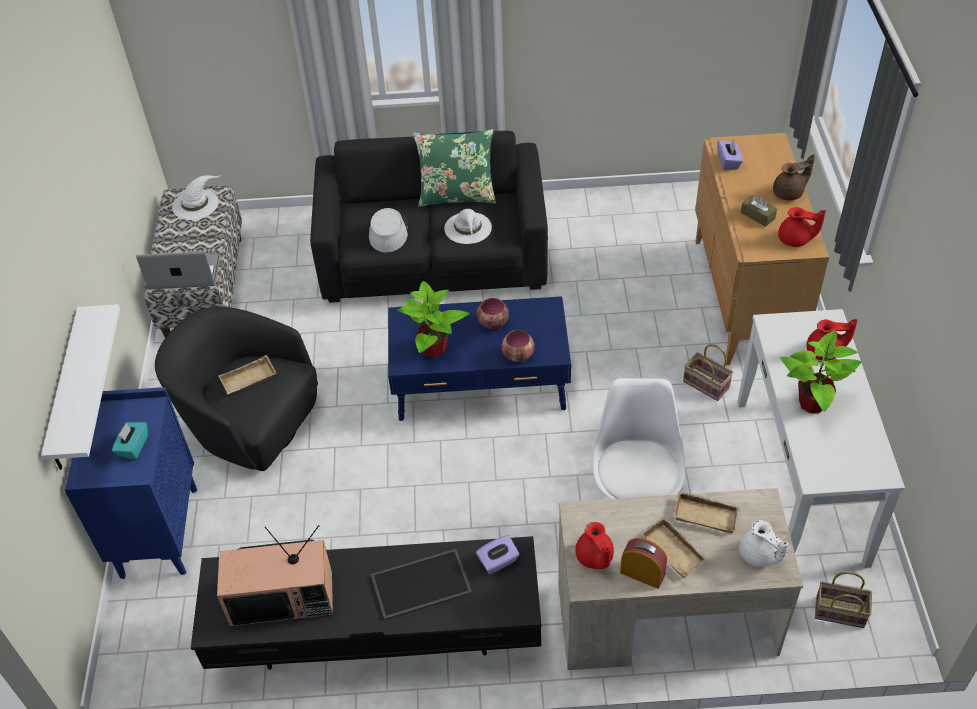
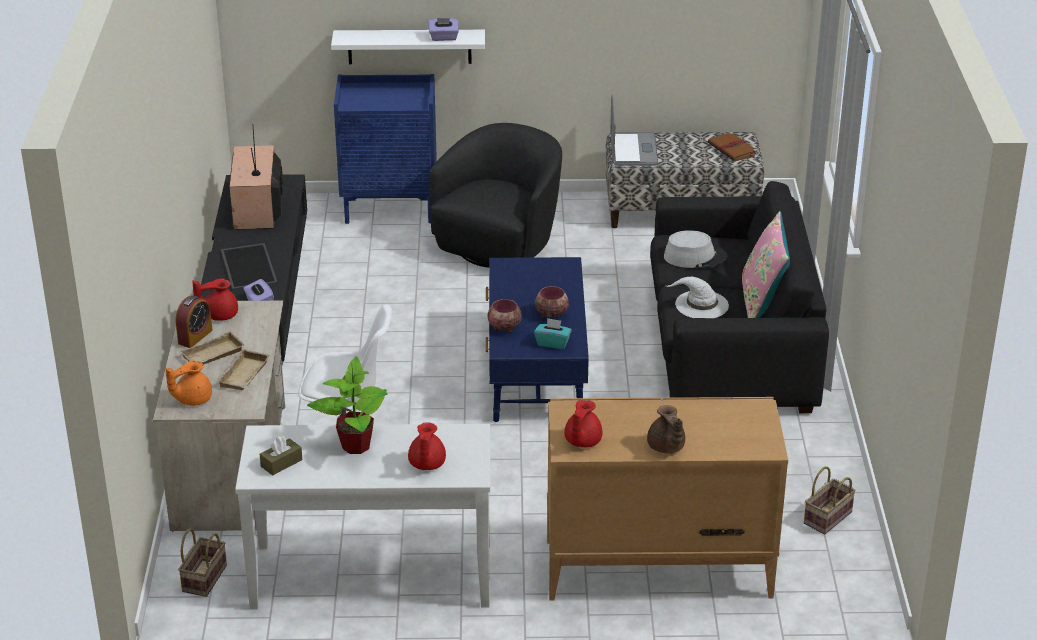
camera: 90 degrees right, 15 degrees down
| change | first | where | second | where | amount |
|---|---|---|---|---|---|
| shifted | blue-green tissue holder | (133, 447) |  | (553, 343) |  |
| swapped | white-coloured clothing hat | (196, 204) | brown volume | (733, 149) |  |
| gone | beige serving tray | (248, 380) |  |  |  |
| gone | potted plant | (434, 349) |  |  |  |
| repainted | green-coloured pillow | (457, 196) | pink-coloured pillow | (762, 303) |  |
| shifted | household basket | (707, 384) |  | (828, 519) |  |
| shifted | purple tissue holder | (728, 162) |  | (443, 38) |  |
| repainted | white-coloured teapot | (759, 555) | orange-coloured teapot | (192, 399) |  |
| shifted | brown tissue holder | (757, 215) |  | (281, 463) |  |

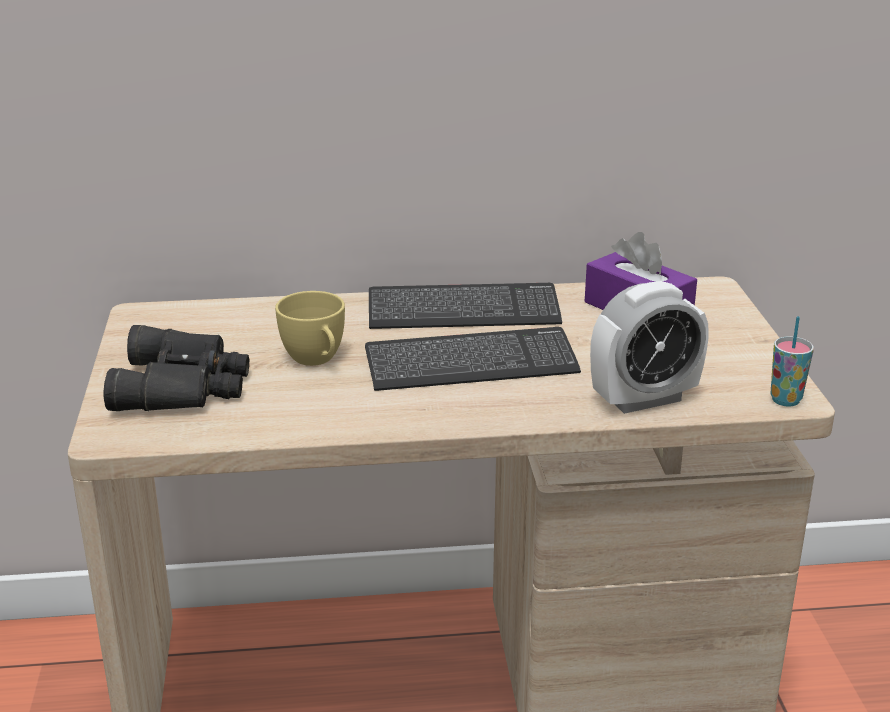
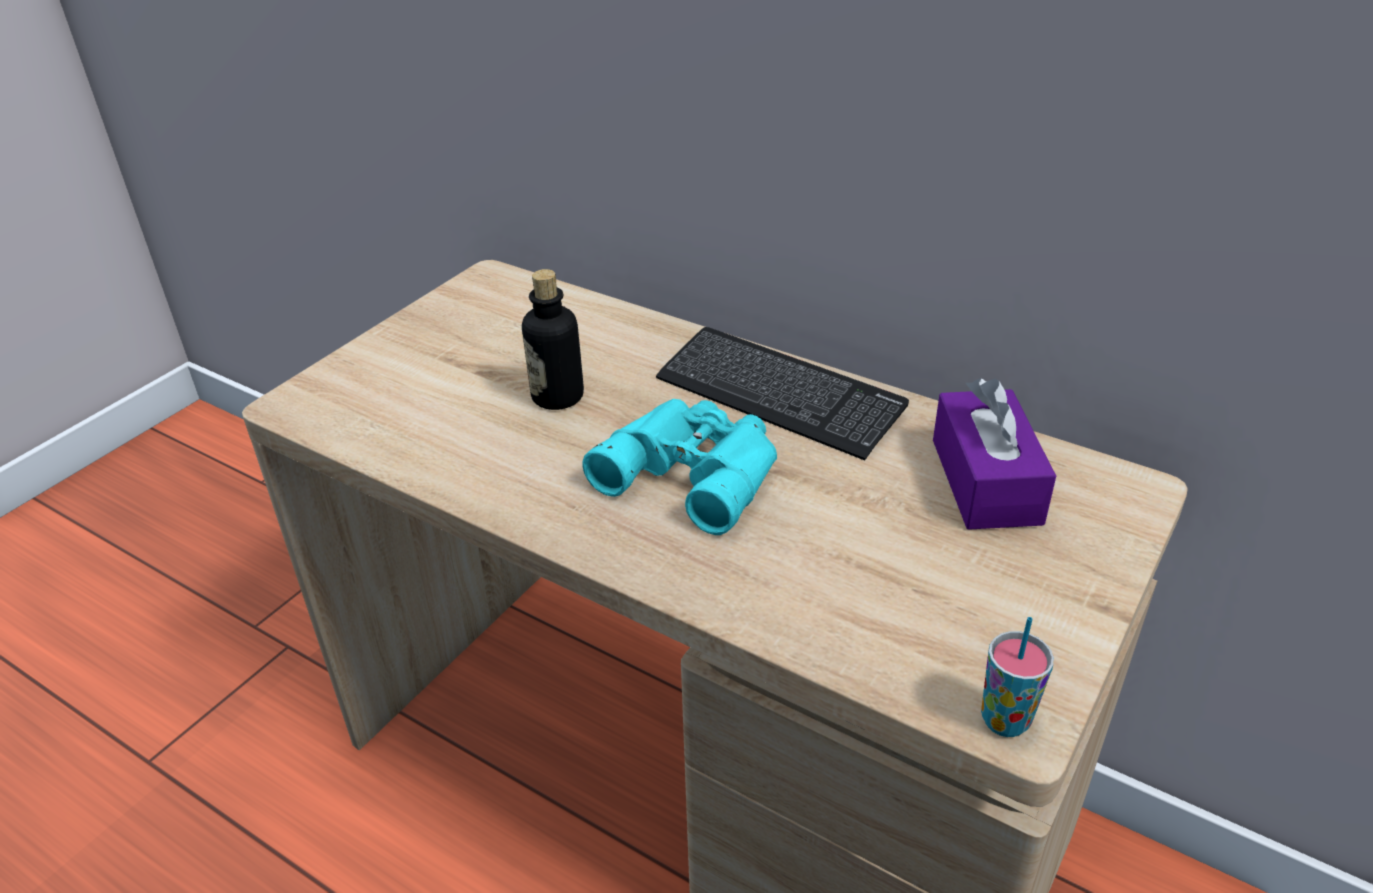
camera: 40 degrees right, 10 degrees up
| change | first | where | second | where | amount |
|---|---|---|---|---|---|
| gone | black pair of binoculars | (184, 386) |  |  |  |
| swapped | yellow cup | (316, 360) | bottle | (557, 396) |  |
| swapped | computer keyboard | (471, 364) | blue-green pair of binoculars | (694, 470) |  |
| gone | alarm clock | (644, 399) |  |  |  |

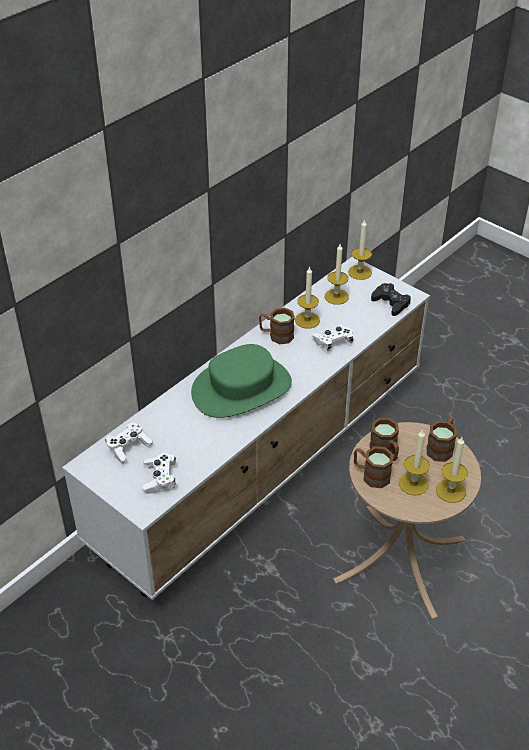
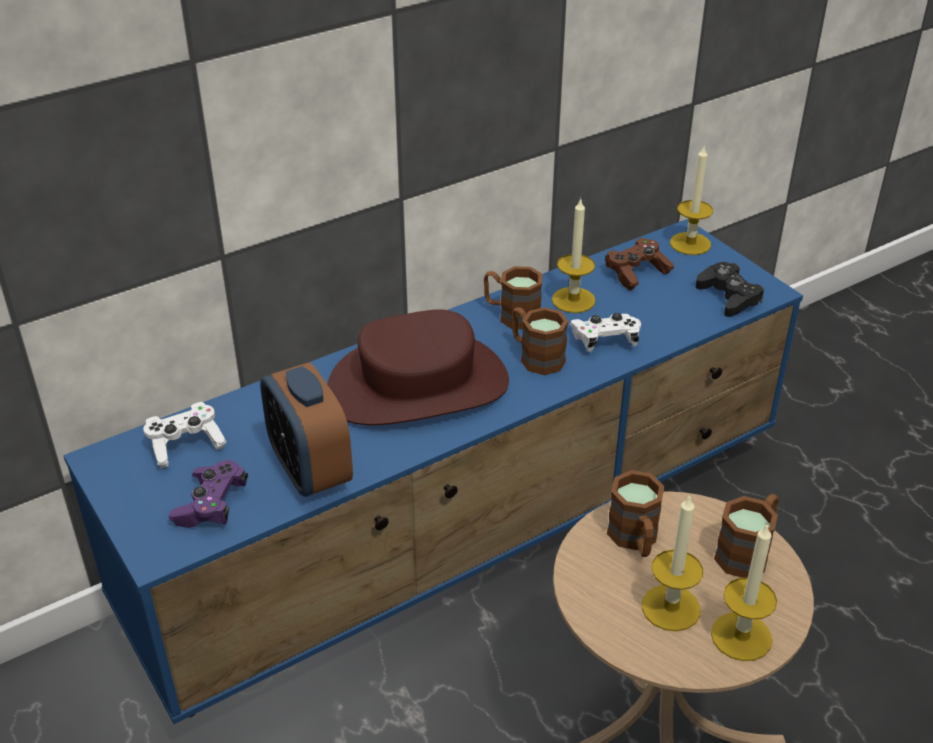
camera: 15 degrees right, 5 degrees down
| change | first | where | second | where | amount |
|---|---|---|---|---|---|
| repainted | white-coloured tv stand | (265, 464) | blue-coloured tv stand | (469, 538) |  |
| repainted | white-coloured game controller | (160, 478) | purple game controller | (211, 505) |  |
| repainted | green-coloured clothing hat | (241, 389) | brown clothing hat | (418, 386) |  |
| swapped | wax light | (336, 296) | brown game controller | (637, 273) |  |
| shifted | brown coffee mug | (371, 475) |  | (535, 356) |  |
| new |  |  | alarm clock | (310, 471) |  |

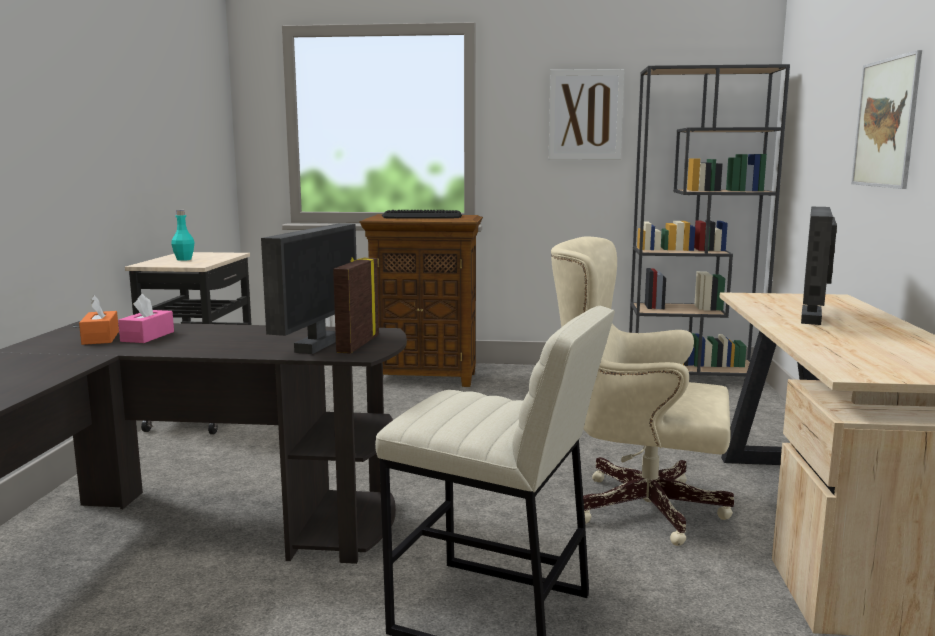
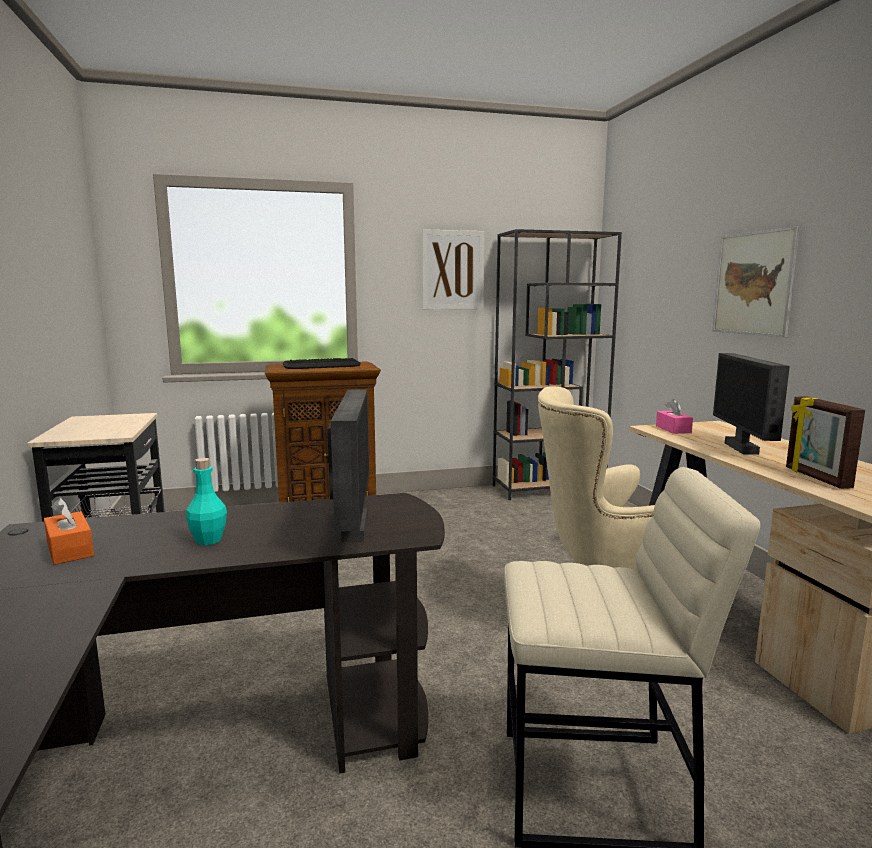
camera: 20 degrees left, 0 degrees up
| change | first | where | second | where | amount |
|---|---|---|---|---|---|
| shifted | pink-coloured tissue holder | (147, 336) |  | (673, 429) |  |
| shifted | blue-green bottle | (184, 259) |  | (208, 540) |  |
| shifted | standing frame | (357, 344) |  | (816, 478) |  |

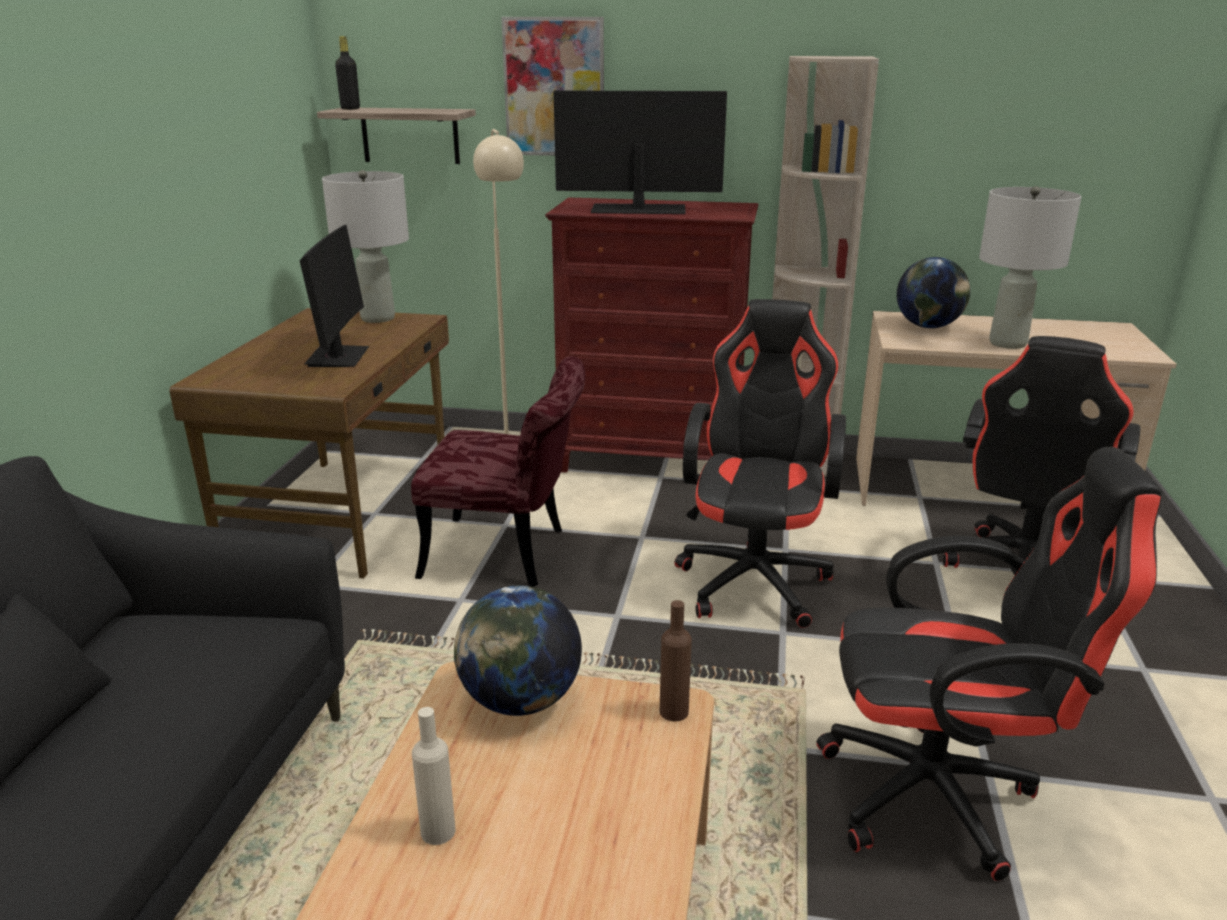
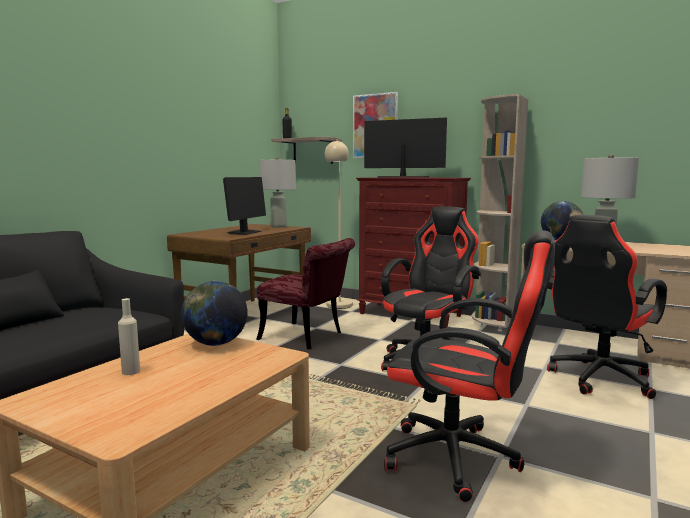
camera: 20 degrees right, 15 degrees down
| change | first | where | second | where | amount |
|---|---|---|---|---|---|
| gone | brown bottle | (674, 711) |  |  |  |

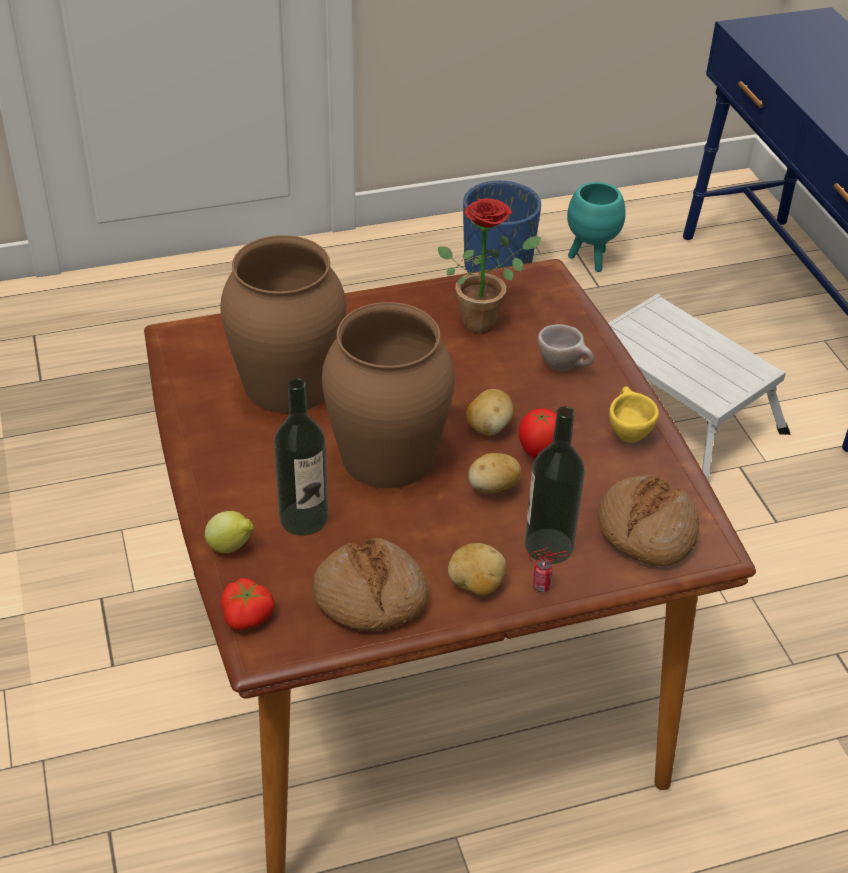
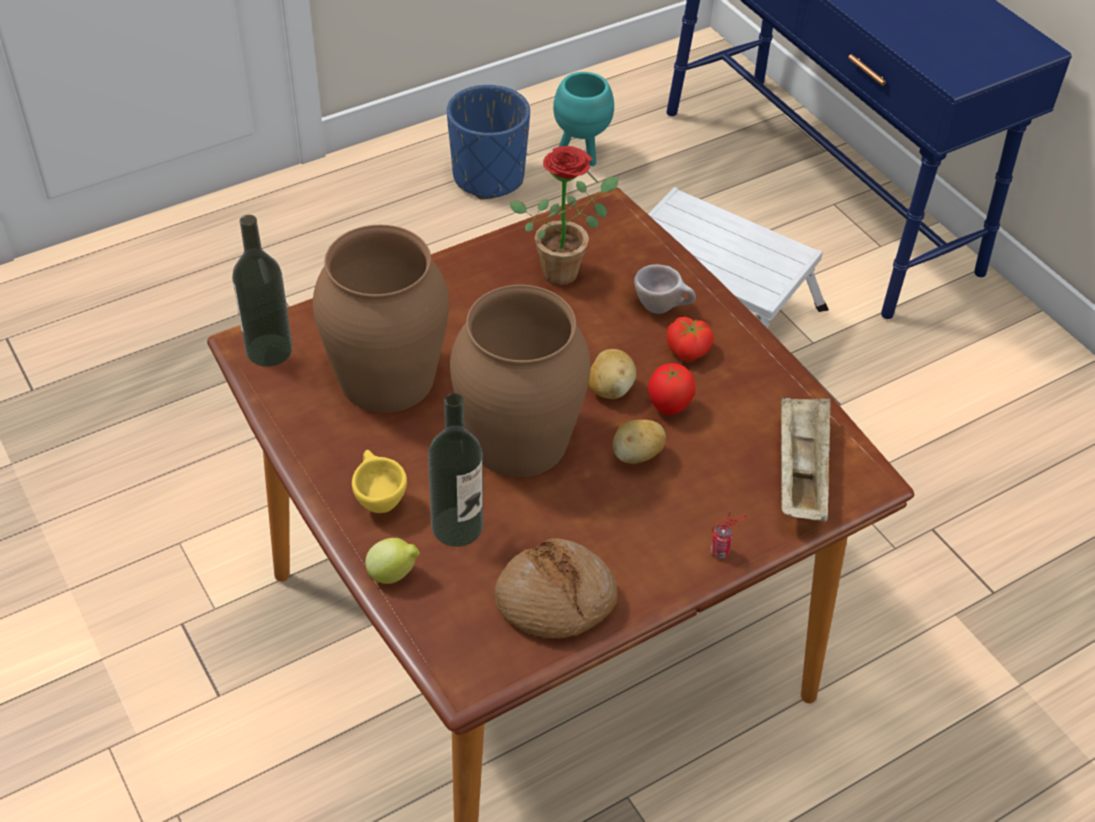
camera: 15 degrees left, 5 degrees up
| change | first | where | second | where | amount |
|---|---|---|---|---|---|
| shifted | fresh tomato | (248, 616) |  | (689, 349) |  |
| gone | whole potato | (475, 585) |  |  |  |
| shifted | bottle | (549, 546) |  | (269, 350) |  |
| swapped | bread | (645, 531) | beige serving tray | (799, 472) |  |
| shifted | yellow cup | (626, 432) |  | (377, 499) |  |

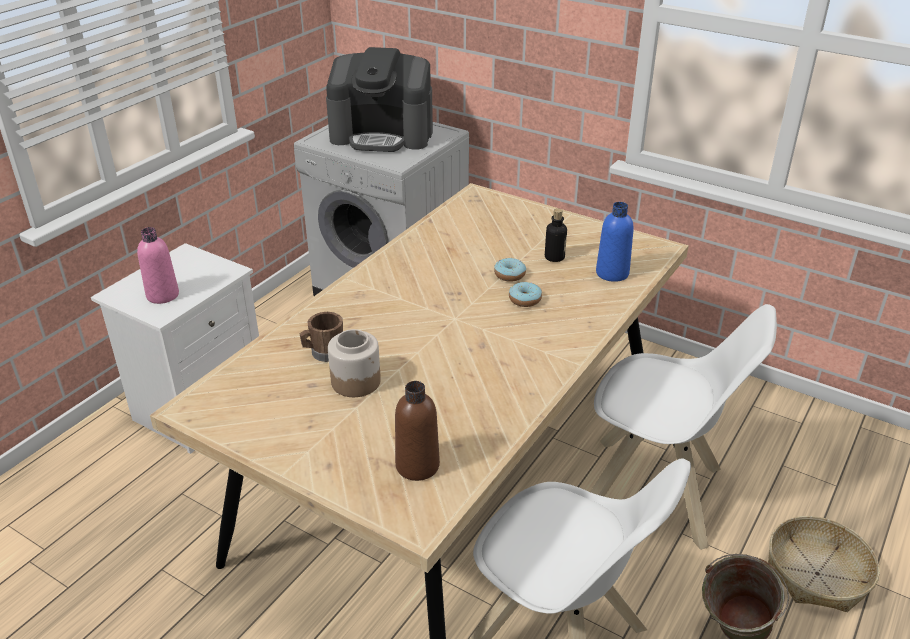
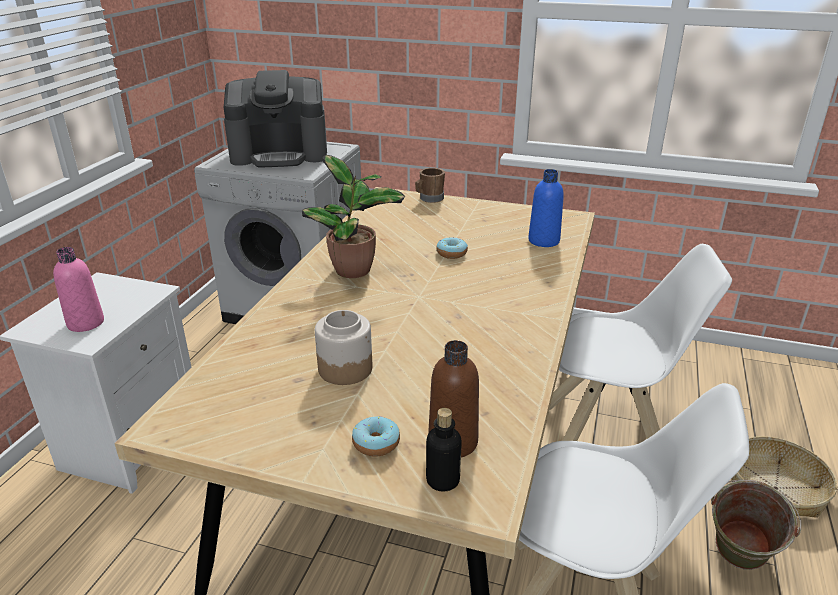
camera: 15 degrees left, 5 degrees down
| change | first | where | second | where | amount |
|---|---|---|---|---|---|
| shifted | brown coffee mug | (324, 353) |  | (429, 199) |  |
| shifted | ring doughnut | (525, 300) |  | (376, 443) |  |
| shifted | bottle | (554, 257) |  | (443, 480) |  |
| new |  |  | potted plant | (355, 270) |  |

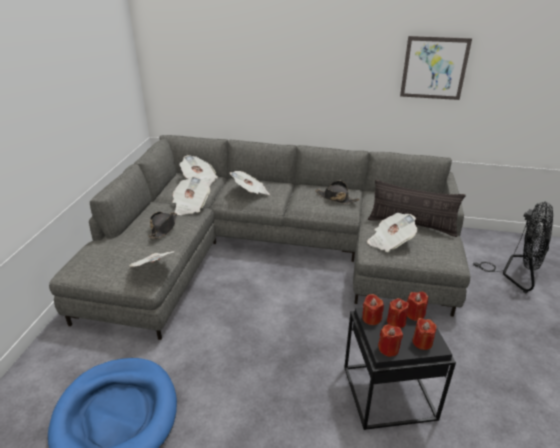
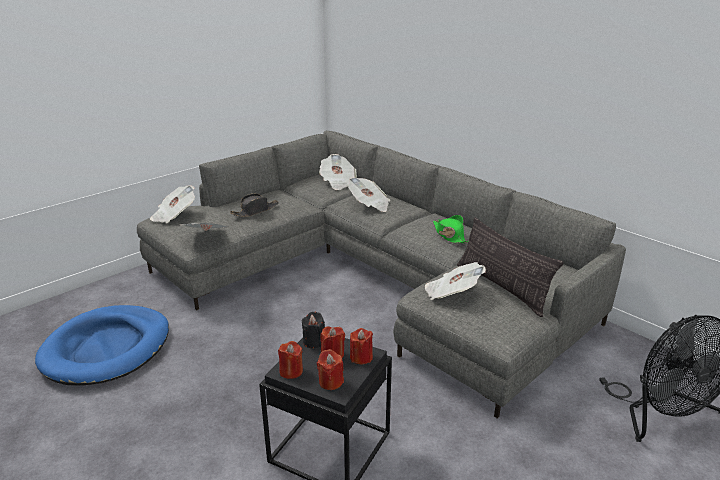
camera: 35 degrees right, 5 degrees down
| change | first | where | second | where | amount |
|---|---|---|---|---|---|
| shifted | daily paper | (190, 206) |  | (174, 216) |  |
| repainted | black clothing hat | (336, 198) | green-coloured clothing hat | (449, 235) |  |
| repainted | red-coloured wax light | (371, 318) | black wax light | (314, 341) |  |
| gone | picture | (434, 68) |  |  |  |

